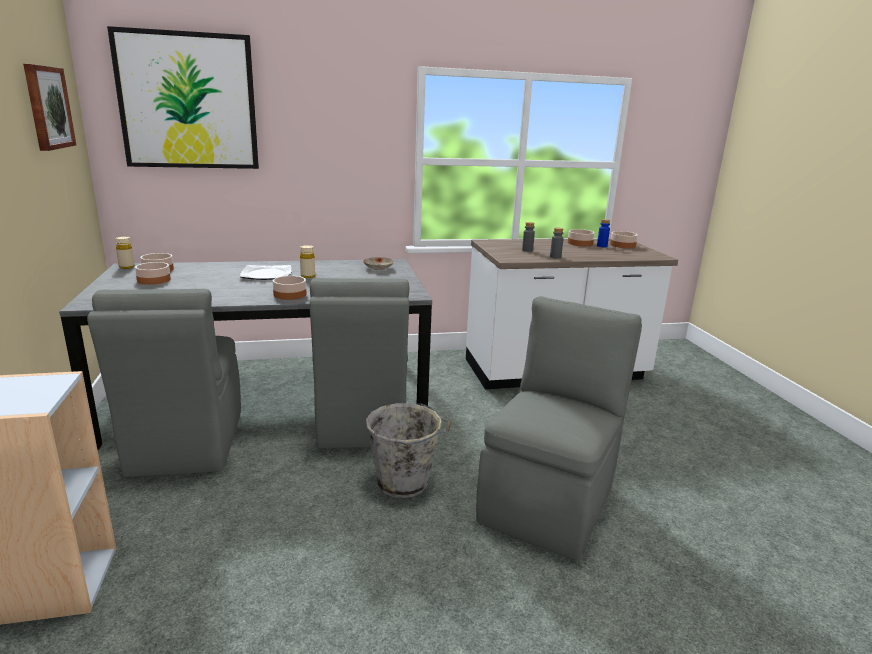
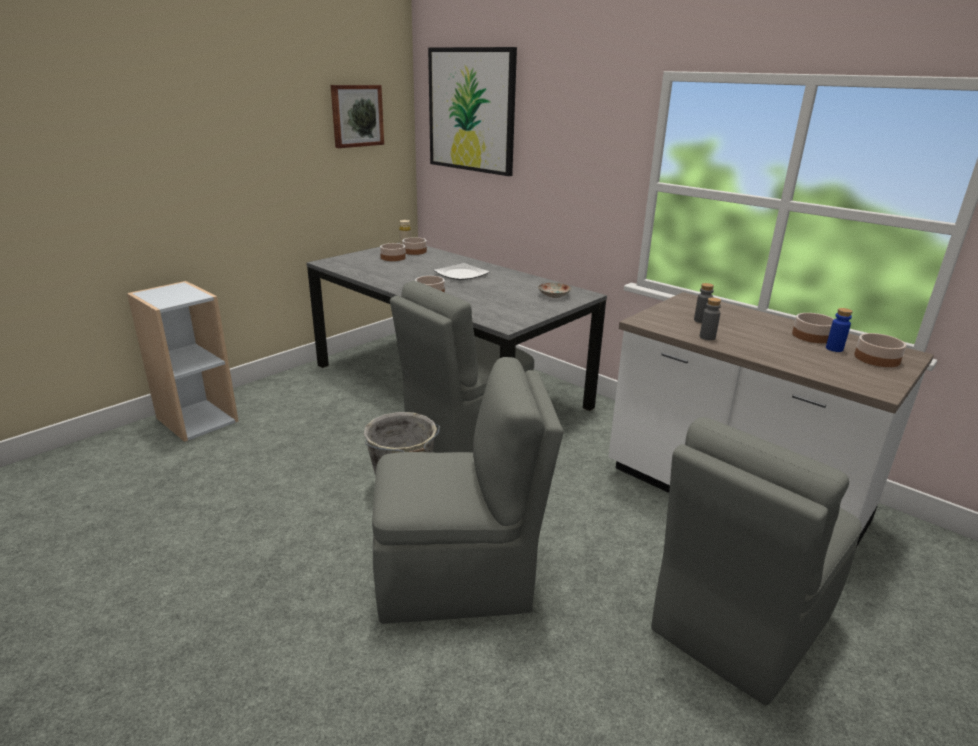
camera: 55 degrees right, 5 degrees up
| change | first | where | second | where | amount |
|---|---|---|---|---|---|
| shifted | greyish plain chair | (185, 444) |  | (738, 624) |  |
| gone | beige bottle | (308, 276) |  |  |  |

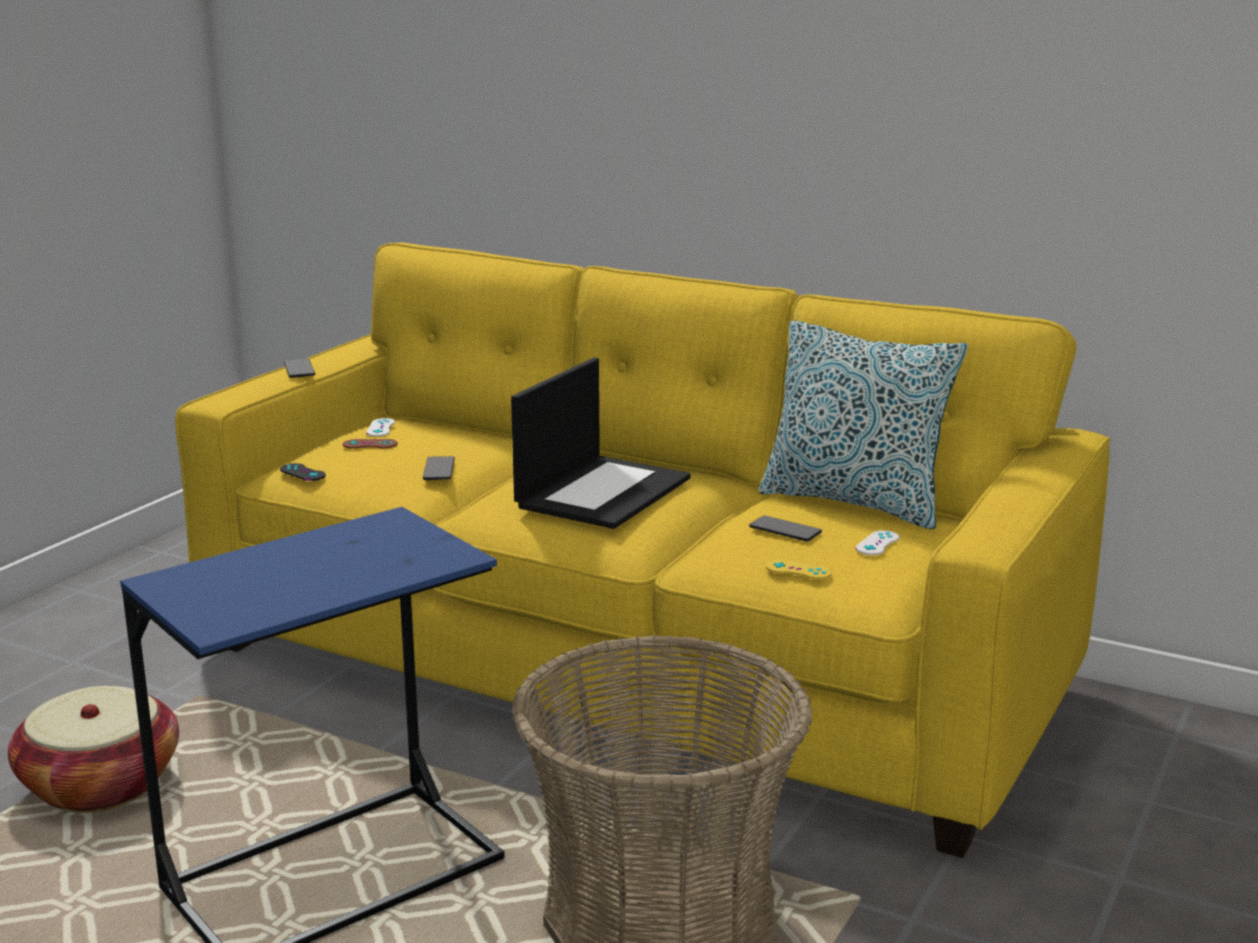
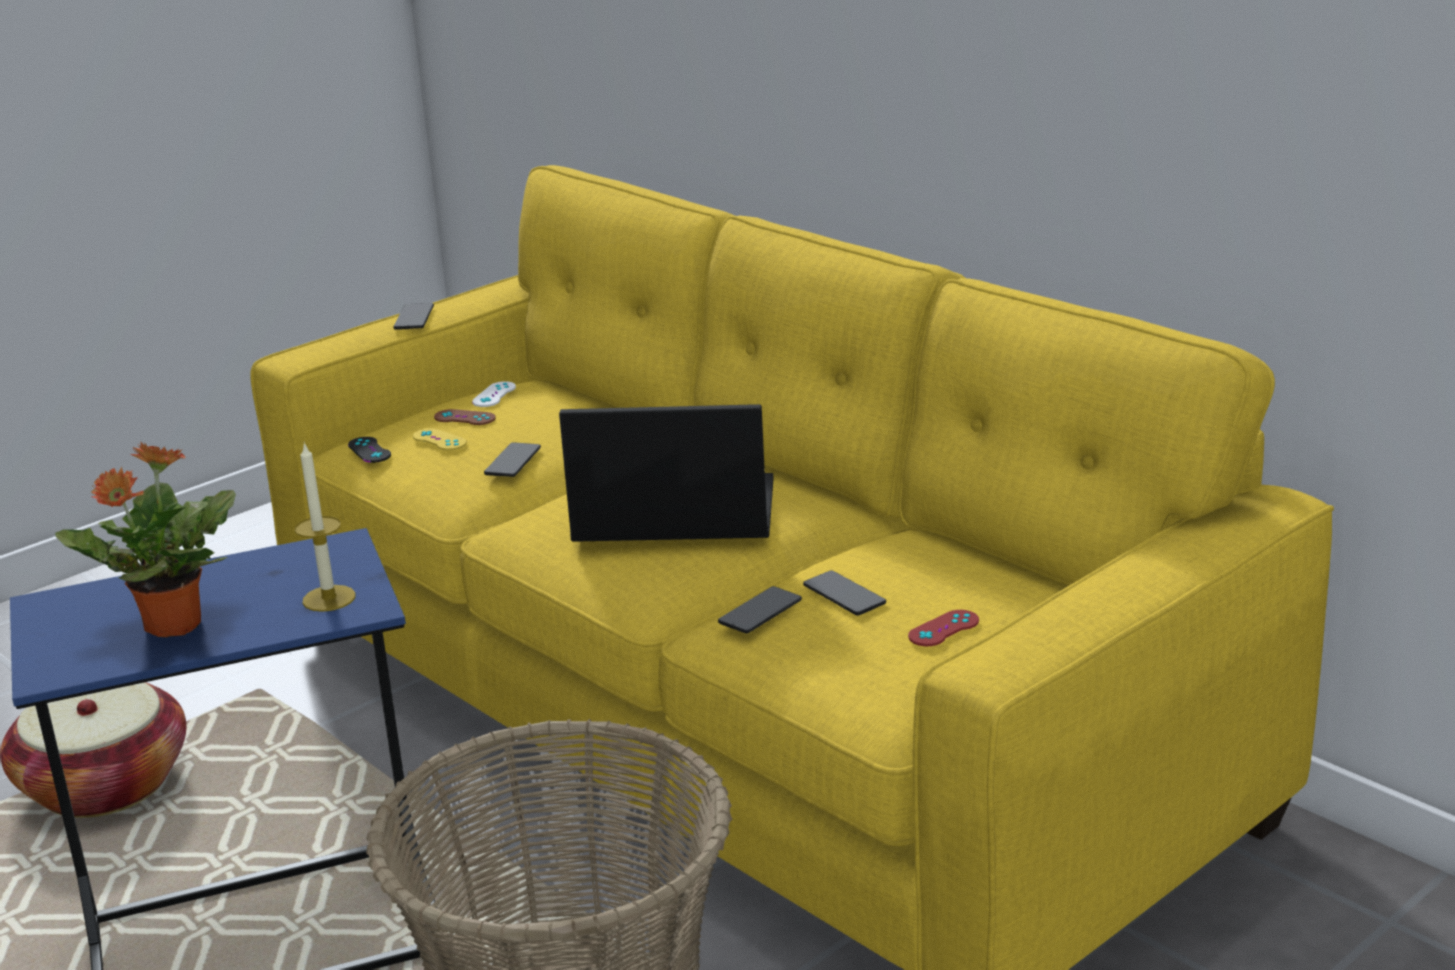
camera: 20 degrees right, 5 degrees up
| change | first | where | second | where | amount |
|---|---|---|---|---|---|
| rotated | notebook computer | (603, 491) |  | (671, 513) | 135 degrees counterclockwise |
| gone | pillow | (854, 502) |  |  |  |
| shifted | yellow game controller | (798, 570) |  | (439, 440) |  |
| repainted | white-coloured game controller | (877, 543) | red-coloured game controller | (943, 629) |  |
| new |  |  | potted plant | (171, 626) |  |
| new |  |  | wax light | (329, 598) |  |
| new |  |  | handset | (760, 612) |  |

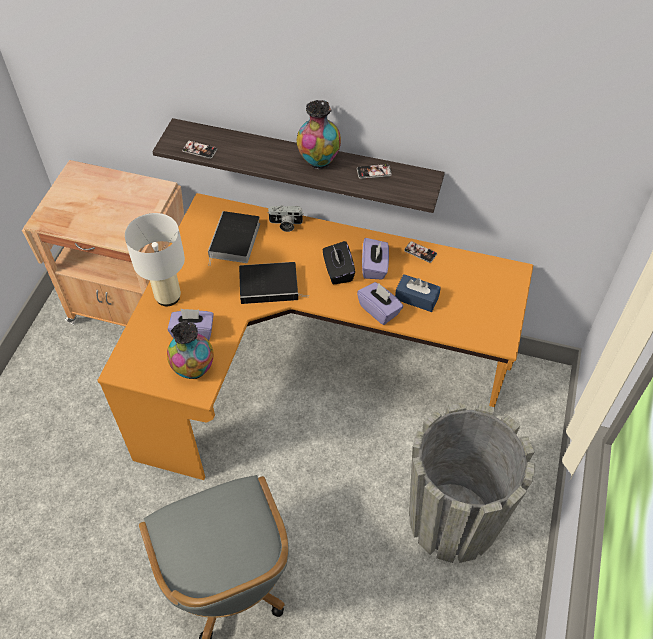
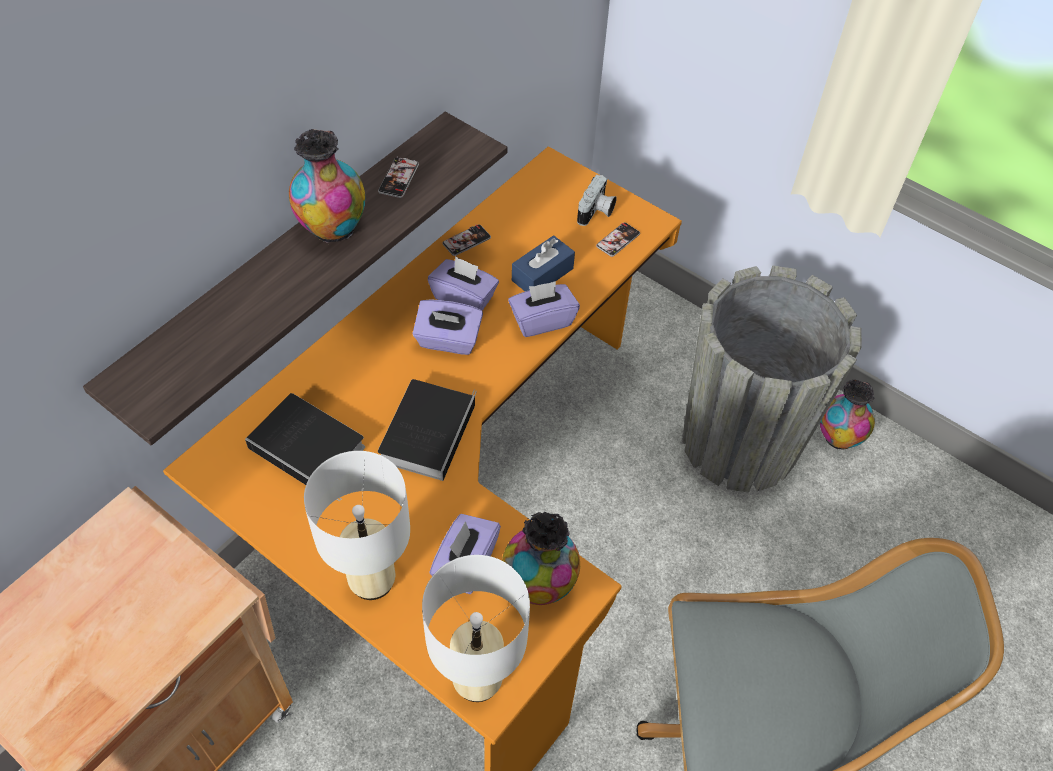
camera: 70 degrees left, 0 degrees up
| change | first | where | second | where | amount |
|---|---|---|---|---|---|
| shifted | handset | (199, 150) |  | (618, 240) |  |
| shifted | photo camera | (285, 224) |  | (596, 212) |  |
| repainted | black tissue holder | (338, 271) | purple tissue holder | (448, 341) |  |
| new |  |  | white-coloured tabletop lamp | (478, 678) |  |
| new |  |  | flower vase | (837, 437) |  |

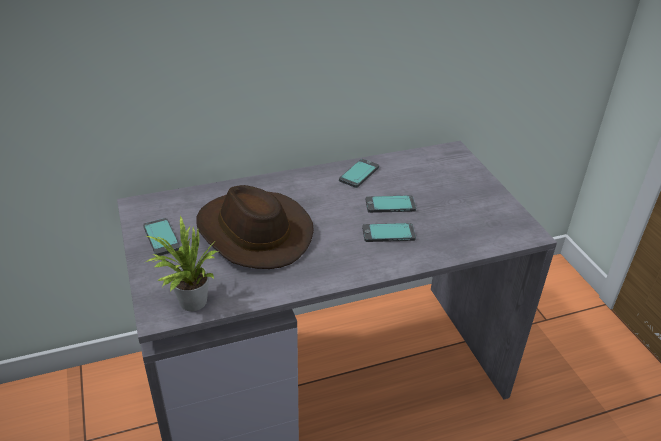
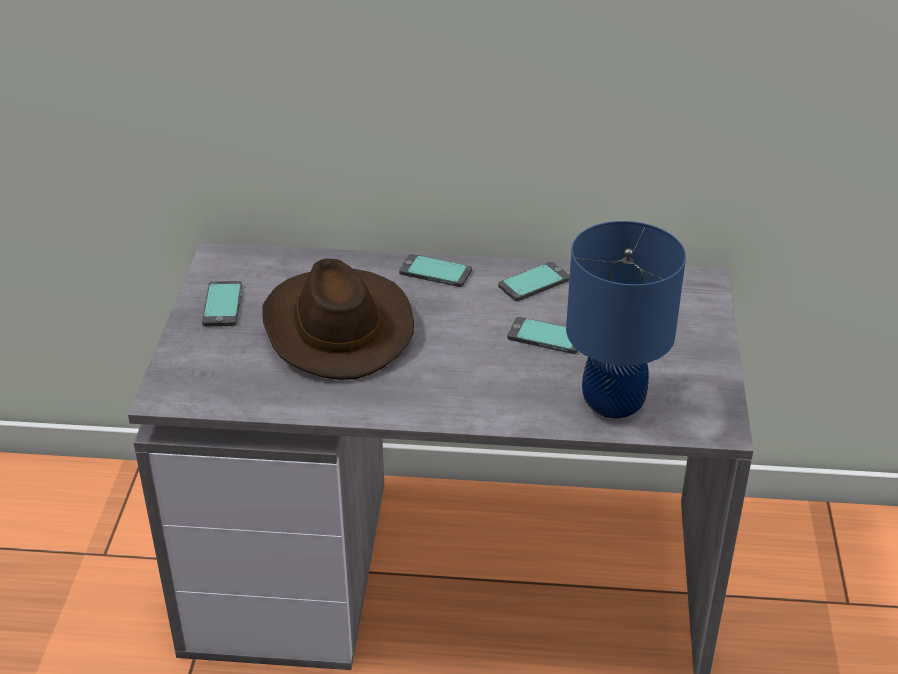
camera: 25 degrees right, 0 degrees up
| change | first | where | second | where | amount |
|---|---|---|---|---|---|
| gone | potted plant | (189, 302) |  |  |  |
| shifted | handset | (388, 234) |  | (435, 272) |  |
| new |  |  | blue-coloured tabletop lamp | (615, 404) |  |

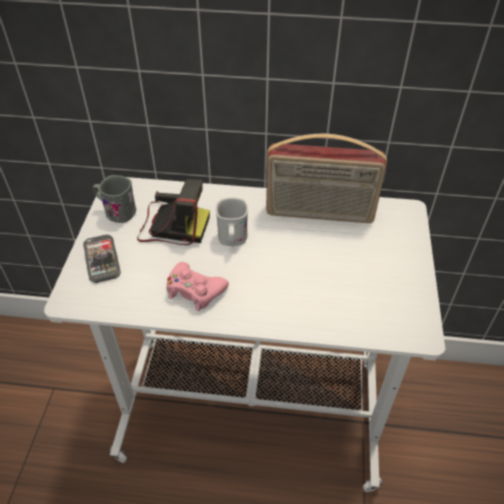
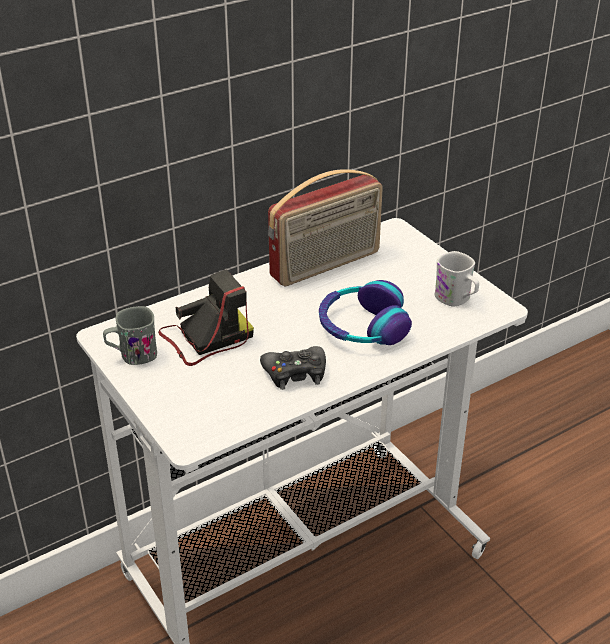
camera: 40 degrees left, 10 degrees down
| change | first | where | second | where | amount |
|---|---|---|---|---|---|
| gone | handset | (102, 259) |  |  |  |
| repainted | pink-coloured game controller | (195, 290) | black game controller | (295, 373) |  |
| shifted | white-coloured coffee mug | (232, 240) |  | (457, 299) |  |
| new |  |  | pair of headphones | (362, 327) |  |

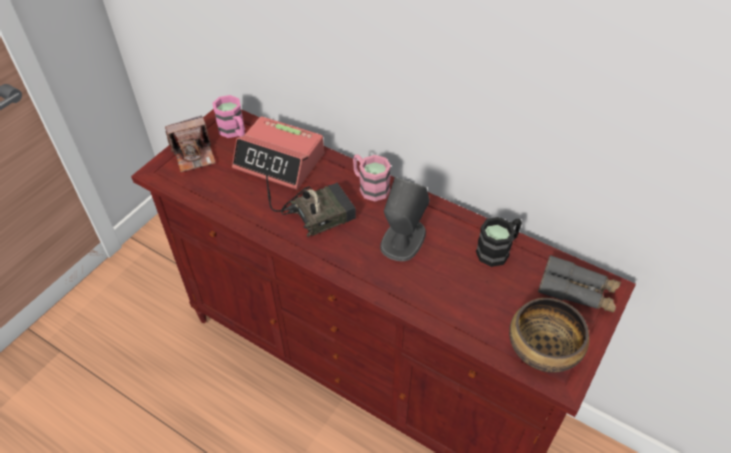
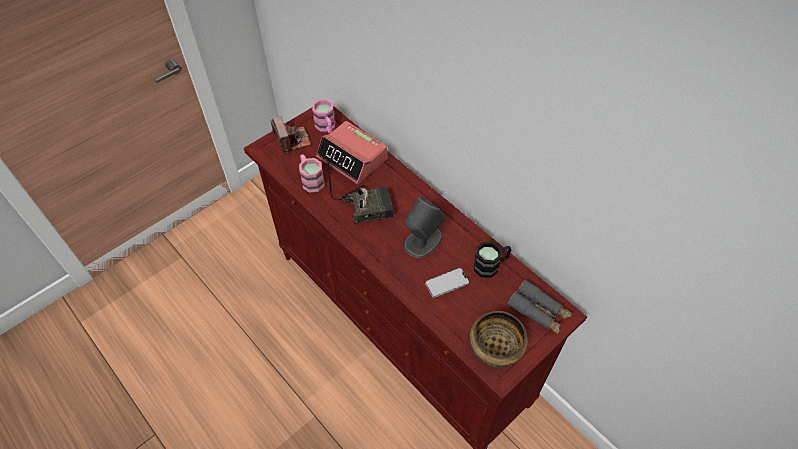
camera: 15 degrees right, 5 degrees up
| change | first | where | second | where | amount |
|---|---|---|---|---|---|
| rotated | photo camera | (194, 155) |  | (292, 140) | 105 degrees counterclockwise |
| shifted | pink-coloured coffee mug | (369, 186) |  | (311, 180) |  |
| new |  |  | handset | (446, 283) |  |

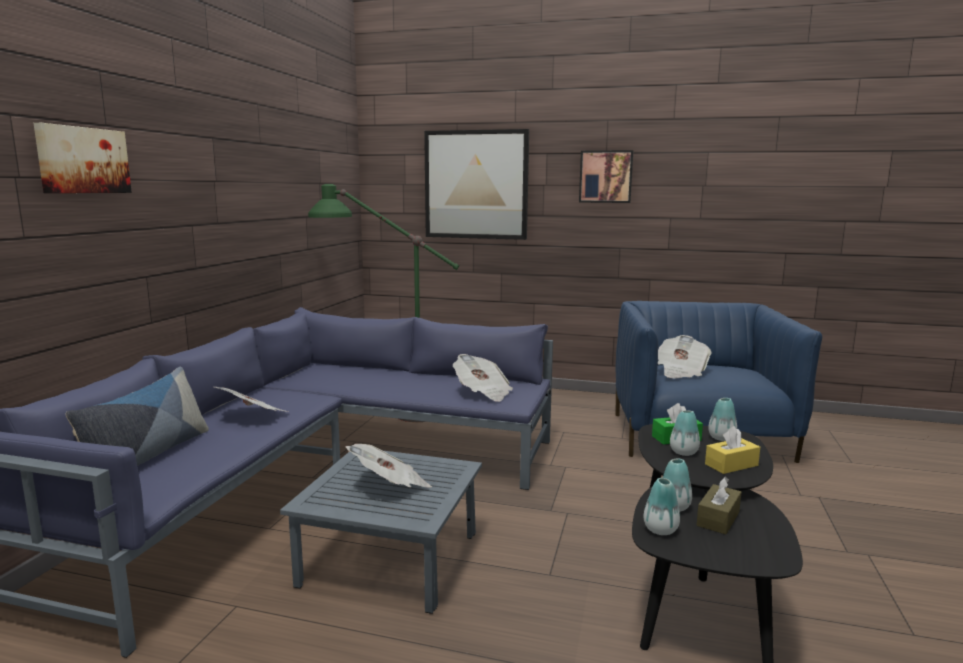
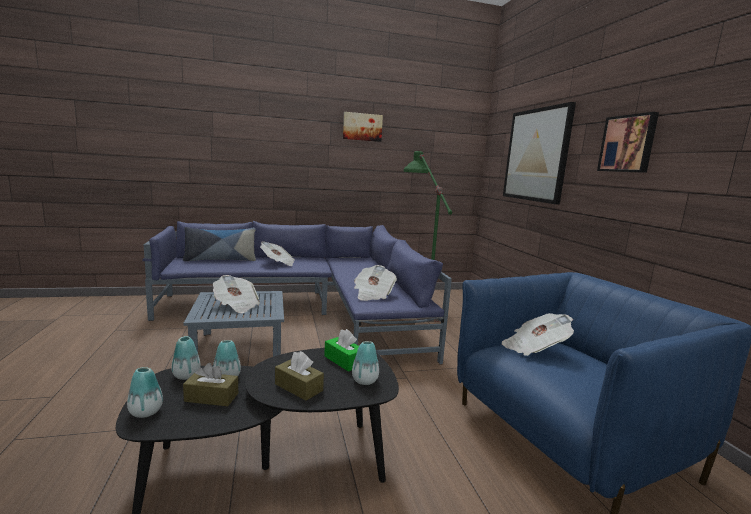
camera: 60 degrees right, 0 degrees up
| change | first | where | second | where | amount |
|---|---|---|---|---|---|
| shifted | picture | (82, 160) |  | (362, 127) |  |
| shifted | flower vase | (683, 452) |  | (146, 412) |  |
| repainted | yellow tissue holder | (731, 465) | brown tissue holder | (298, 387) |  |

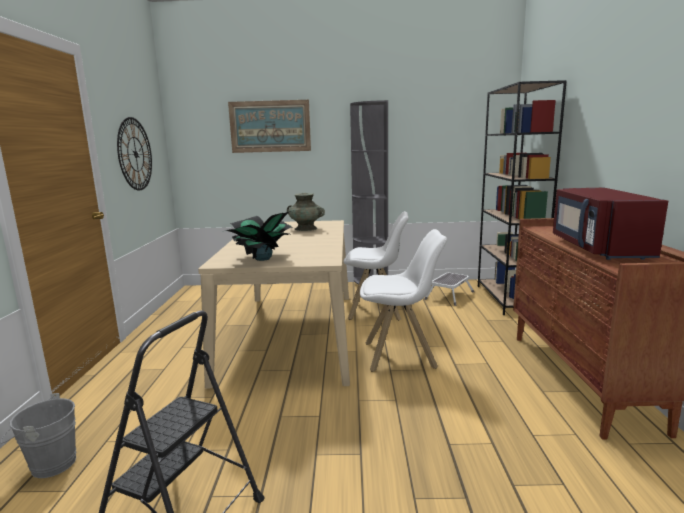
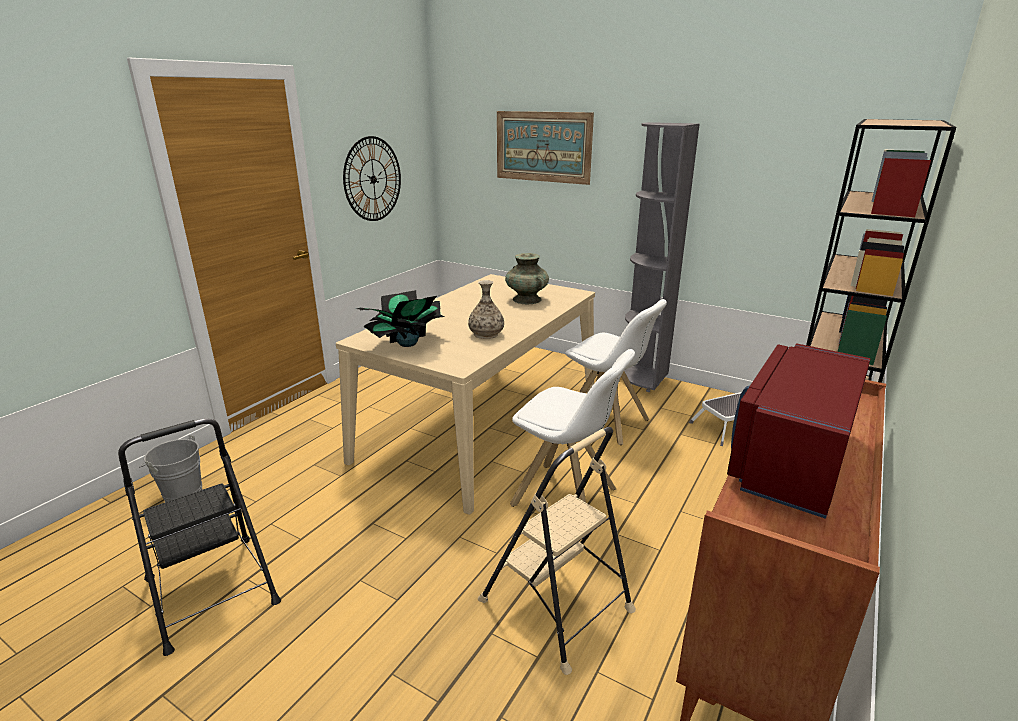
camera: 30 degrees right, 10 degrees up
| change | first | where | second | where | amount |
|---|---|---|---|---|---|
| new |  |  | flower vase | (486, 334) |  |
| new |  |  | beige step stool | (559, 607) |  |

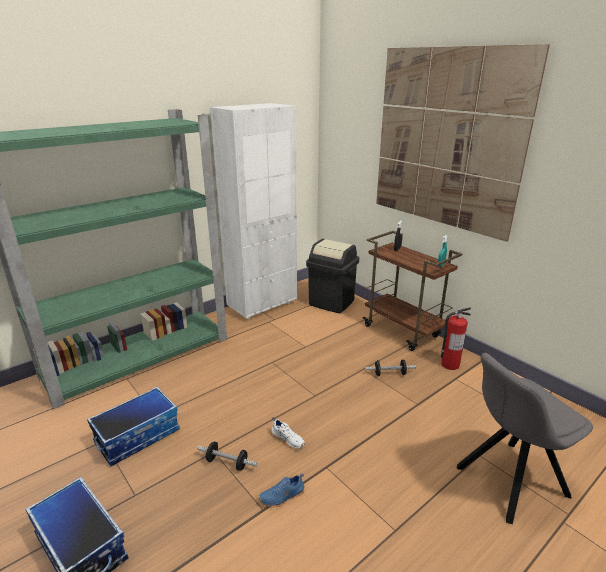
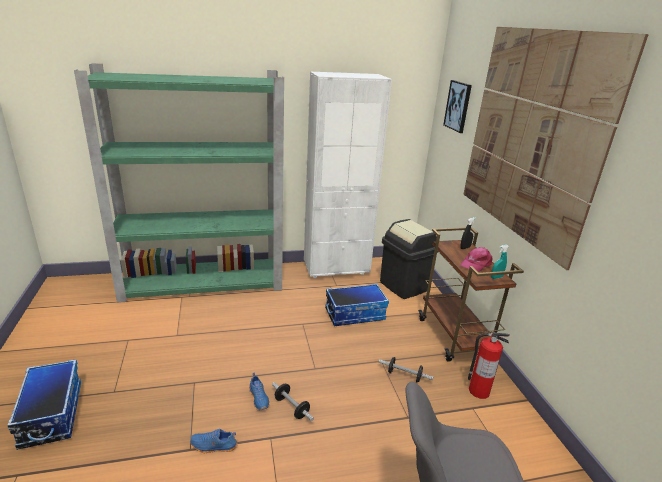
camera: 25 degrees right, 0 degrees up
| change | first | where | second | where | amount |
|---|---|---|---|---|---|
| shifted | storage container | (138, 436) |  | (355, 314) |  |
| shifted | free weight | (227, 463) |  | (291, 407) |  |
| repainted | white-coloured low shoe | (288, 439) | blue-coloured low shoe | (259, 398) |  |
| new |  |  | picture | (458, 106) |  |
| new |  |  | pink-coloured cap | (476, 264) |  |

